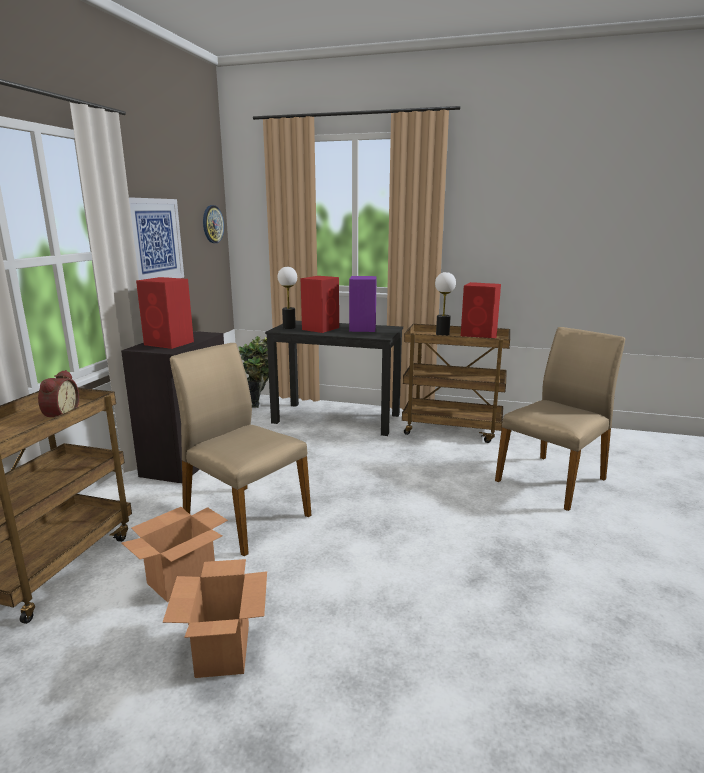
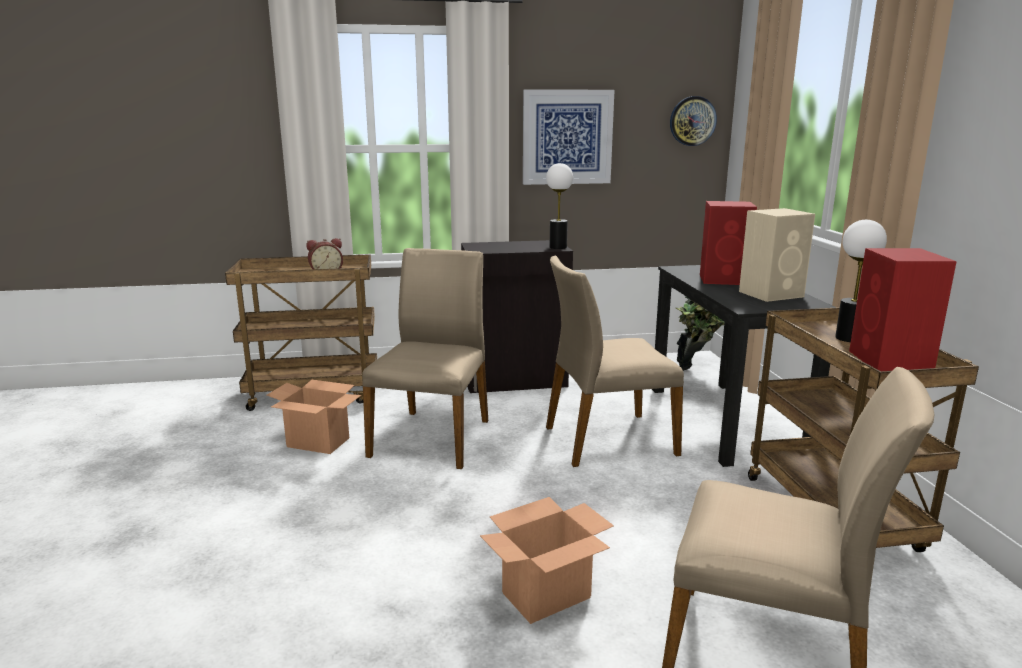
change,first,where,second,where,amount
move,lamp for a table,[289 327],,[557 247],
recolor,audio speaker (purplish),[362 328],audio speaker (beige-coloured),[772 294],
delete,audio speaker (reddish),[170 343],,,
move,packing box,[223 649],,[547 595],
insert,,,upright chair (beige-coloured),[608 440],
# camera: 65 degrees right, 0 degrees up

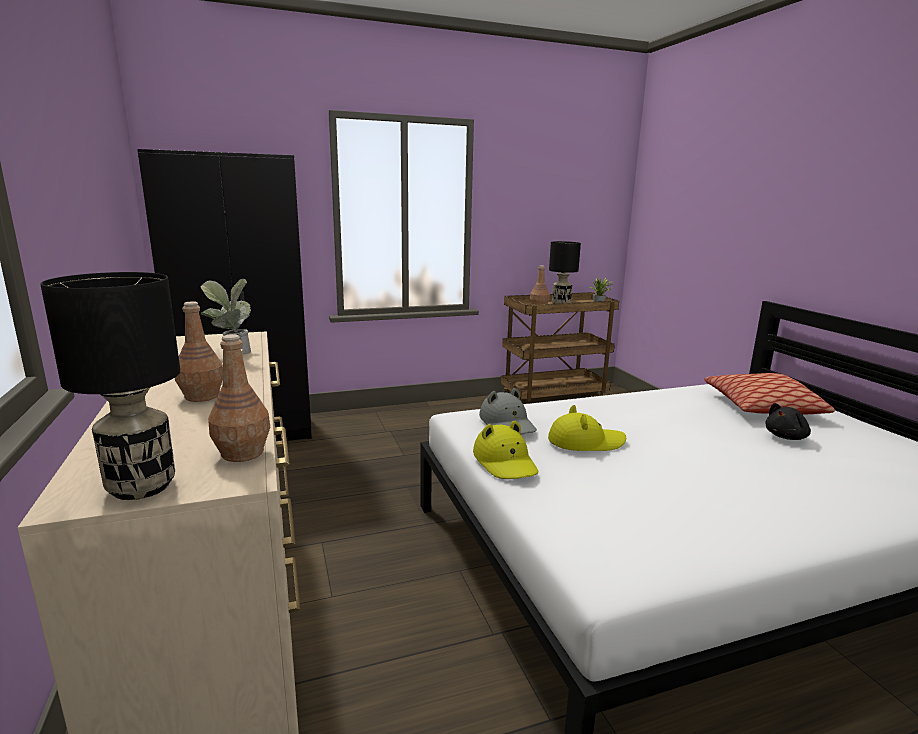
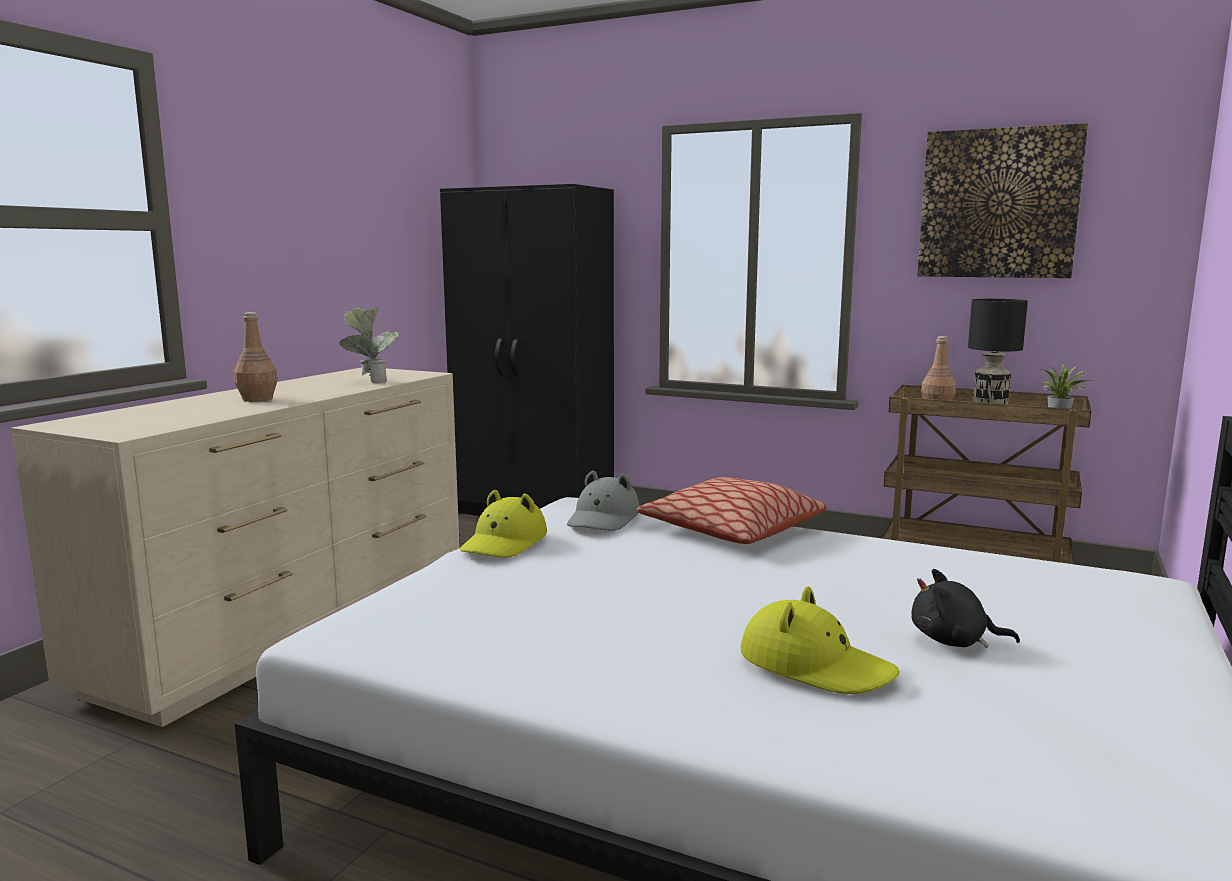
change,first,where,second,where,amount
delete,lamp for a table (black),[143 487],,,
delete,drink bottle (brown),[243 453],,,
move,pillow,[762 407],,[731 530],
move,clothing hat (yellowish),[585 442],,[815 665],
insert,,,picture,[998 204],
# camera: 45 degrees right, 5 degrees down

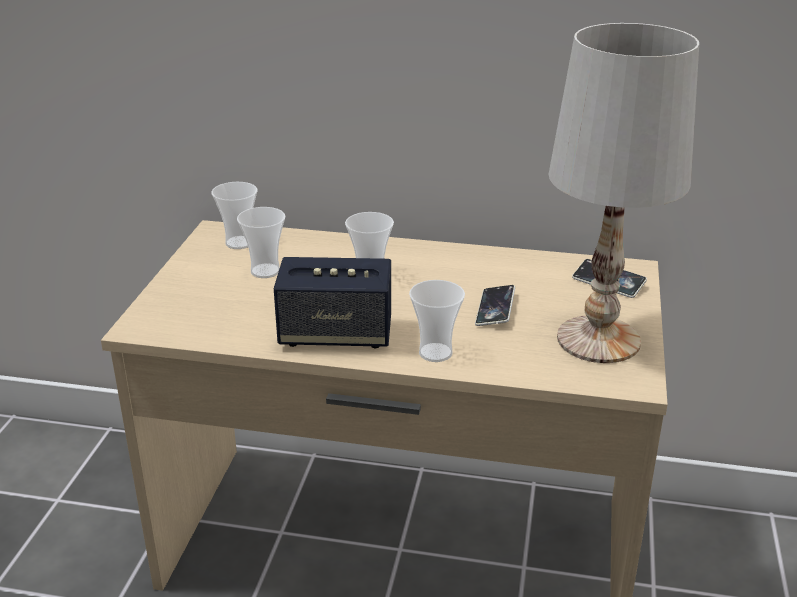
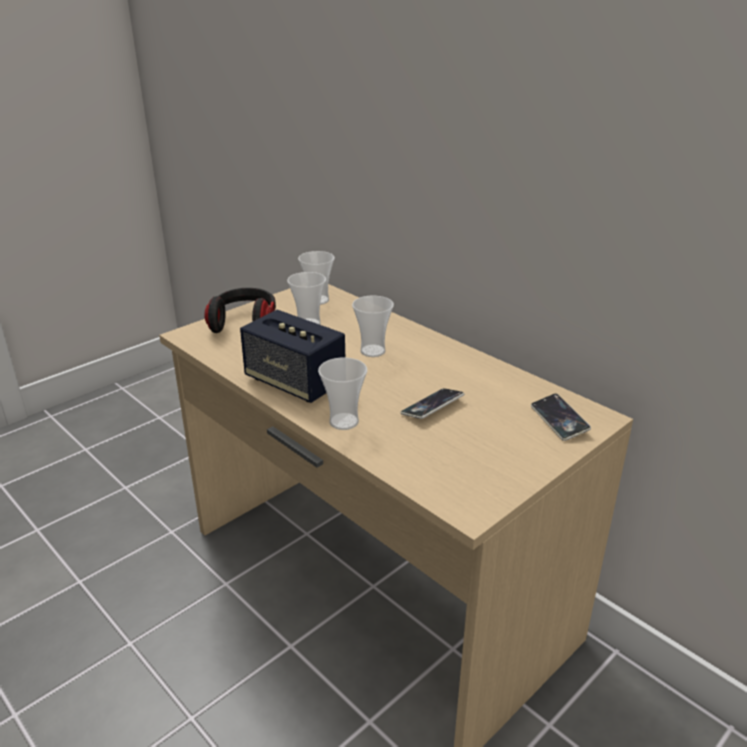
change,first,where,second,where,amount
delete,lamp for a table (white-coloured),[597 339],,,
insert,,,headset,[244 323],
# camera: 35 degrees right, 0 degrees up

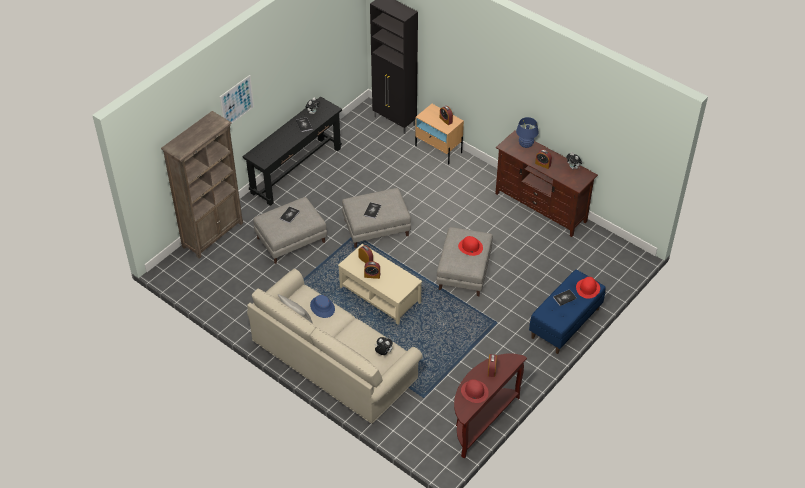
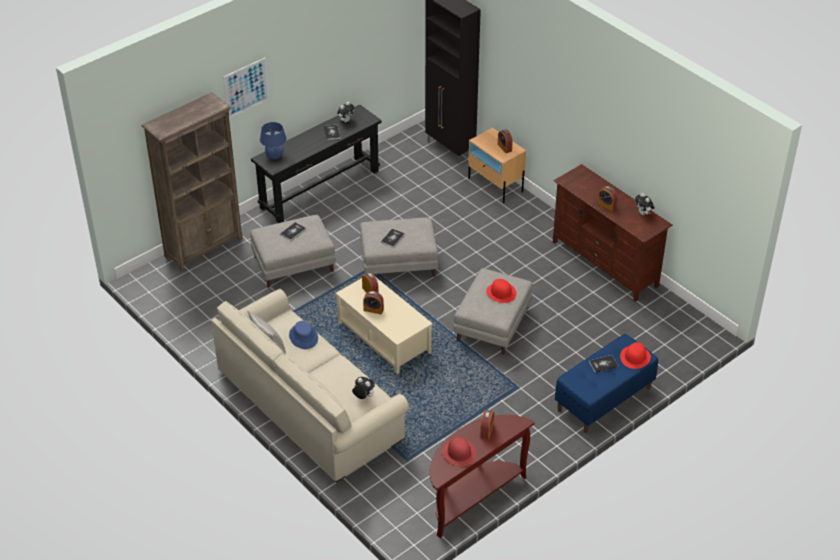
change,first,where,second,where,amount
move,lamp for a table (blue),[526 145],,[274 156],
# camera: 10 degrees right, 5 degrees down

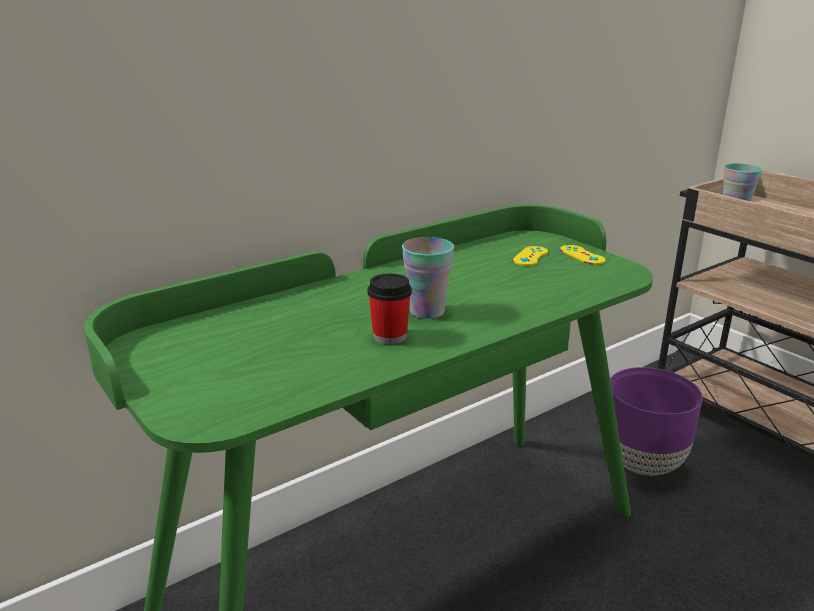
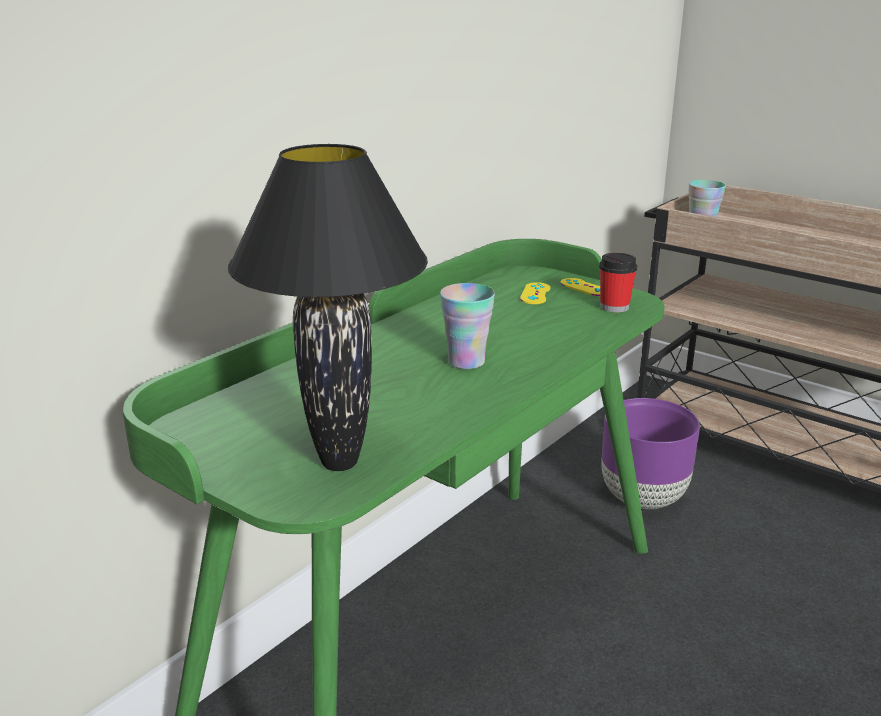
change,first,where,second,where,amount
move,small cup,[390 336],,[614 307],
insert,,,lamp for a table (black),[339 461],
# camera: 15 degrees left, 0 degrees up

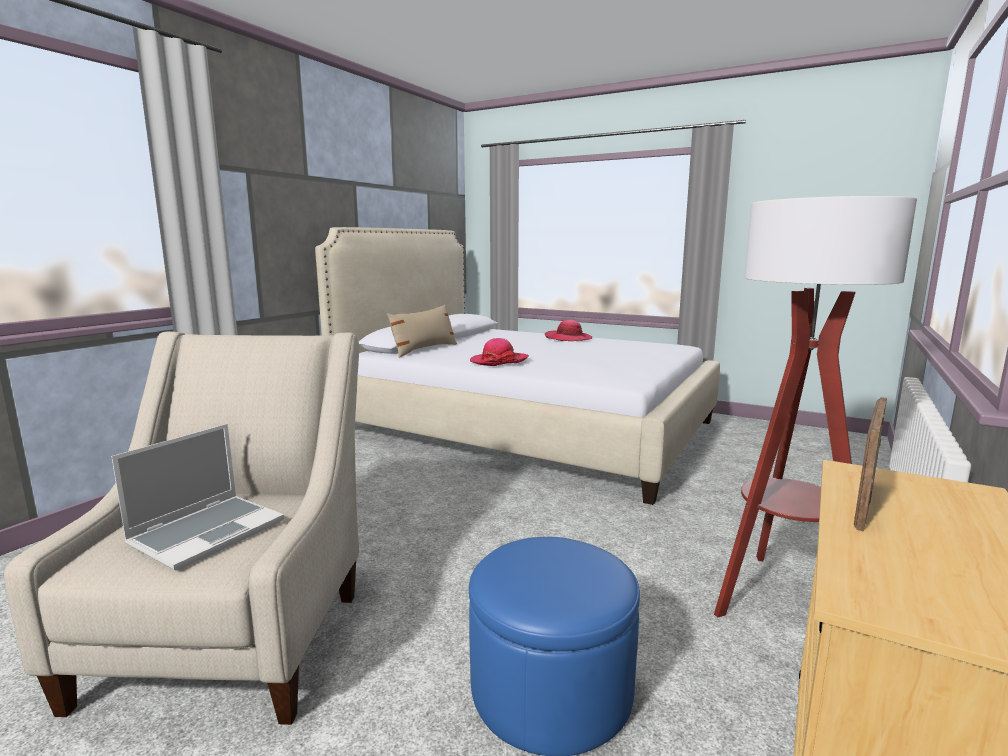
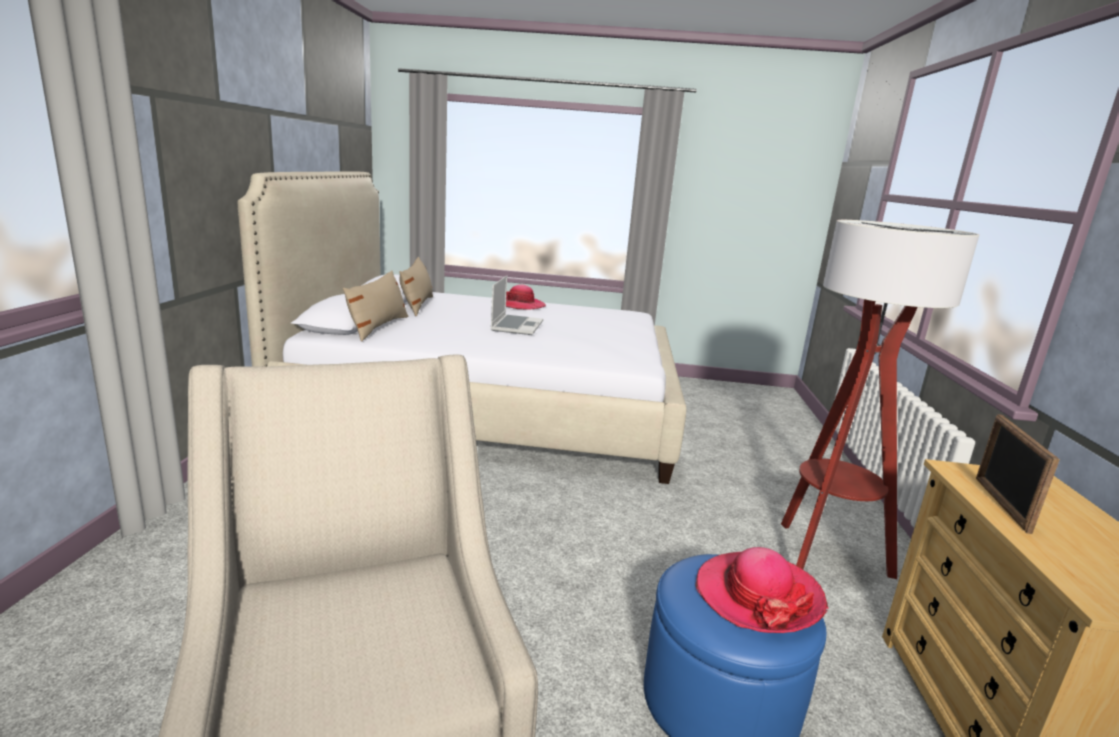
change,first,where,second,where,amount
move,clothing hat,[499 361],,[758 595],
move,laptop,[208 532],,[516 326],
insert,,,pillow (beige-coloured),[417 305],
# camera: 25 degrees left, 5 degrees up

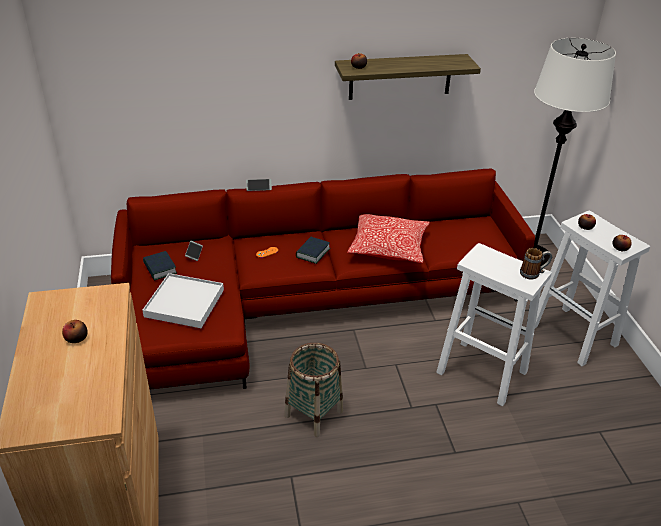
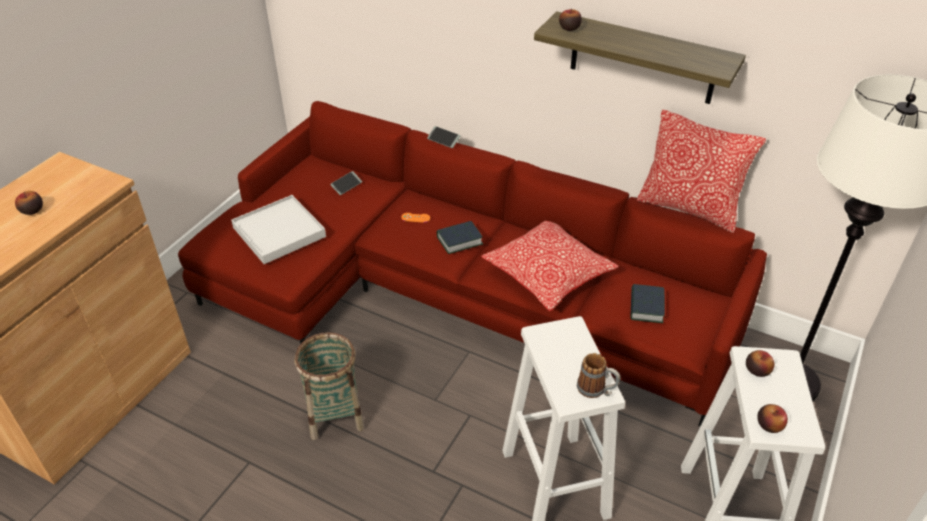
change,first,where,second,where,amount
move,volume,[160 269],,[646 307],
insert,,,pillow,[689 208],
# camera: 40 degrees right, 5 degrees up

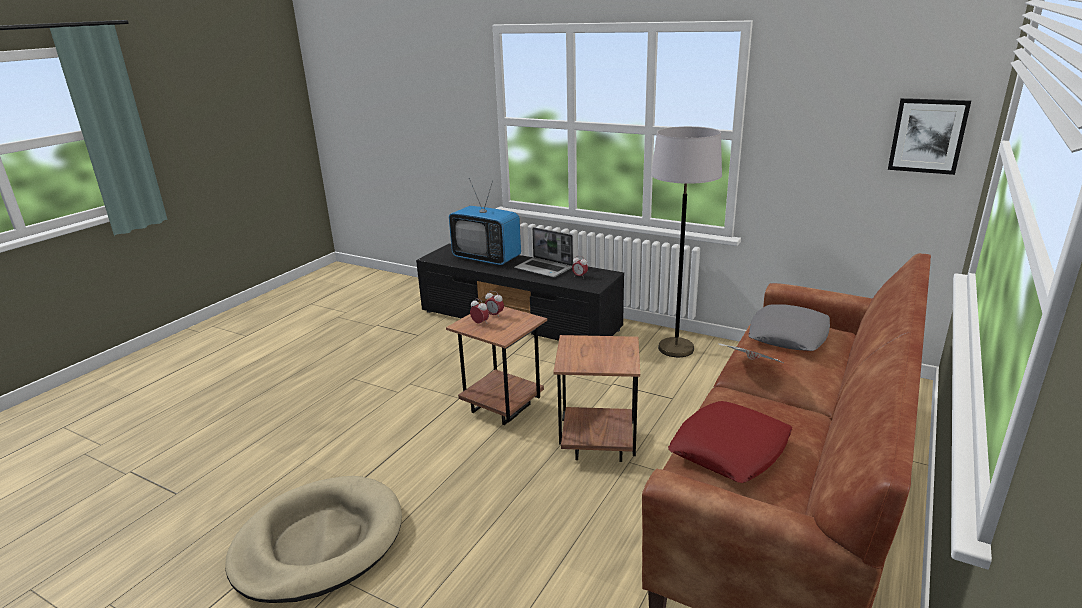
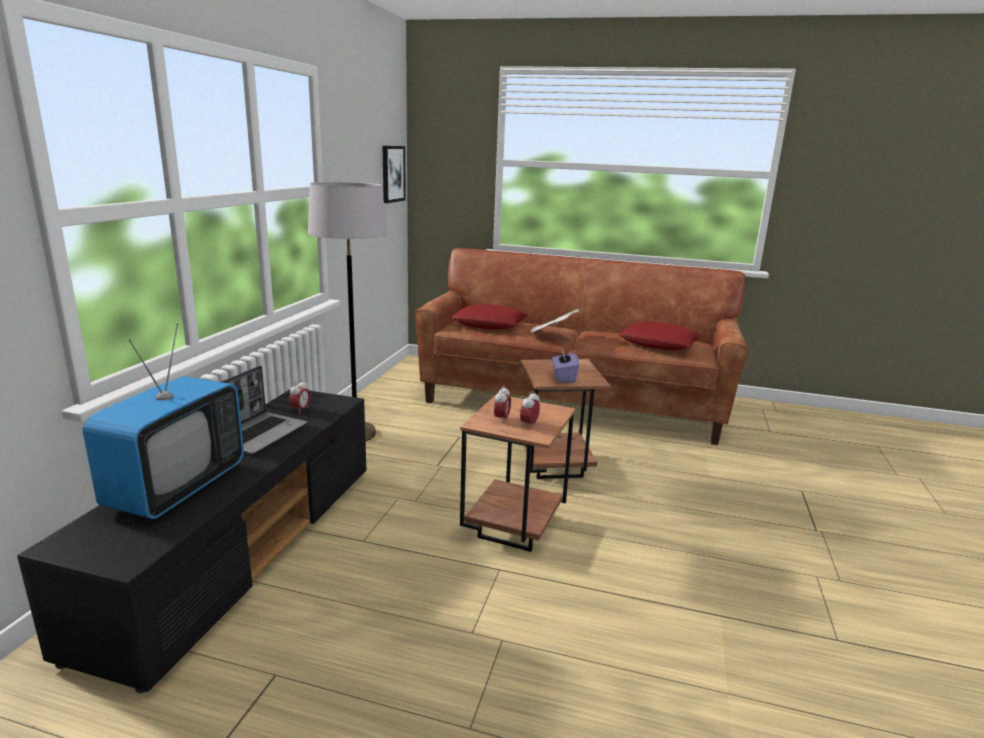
change,first,where,second,where,amount
recolor,pillow (grey),[788 335],pillow (reddish),[489 324],
delete,dog bed (beige-coloured),[318 542],,,
insert,,,tissue holder (purplish),[563 377],
# camera: 105 degrees left, 5 degrees down

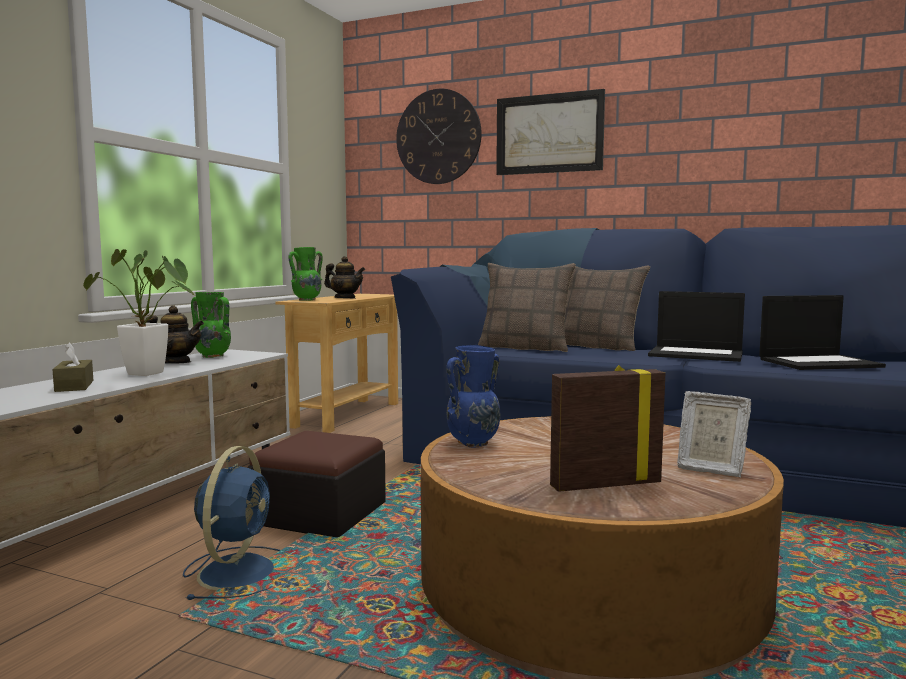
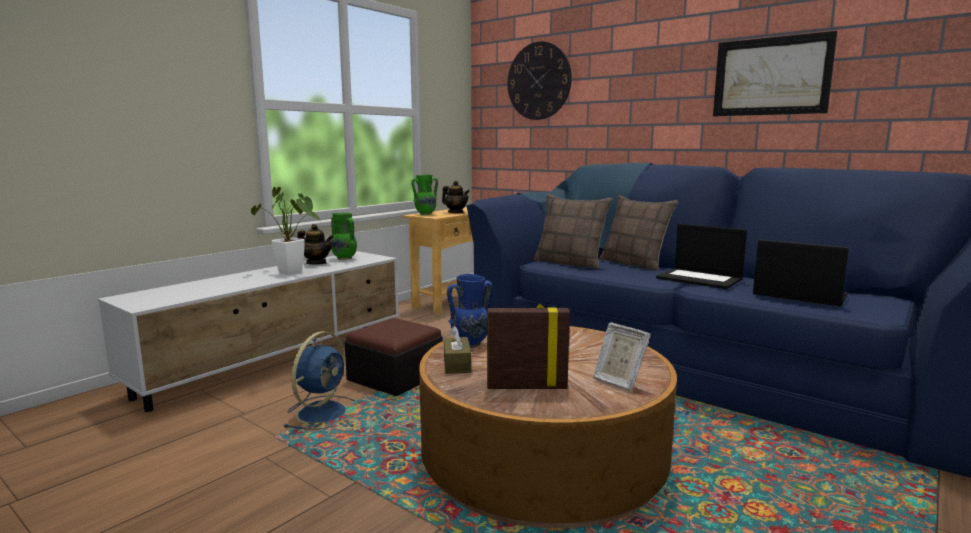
change,first,where,second,where,amount
move,picture,[549 134],,[771 76],
rotate,laptop,[819 363],,[798 295],150 degrees counterclockwise
move,tissue holder (brown),[74 386],,[457 364],
# camera: 15 degrees right, 5 degrees up

